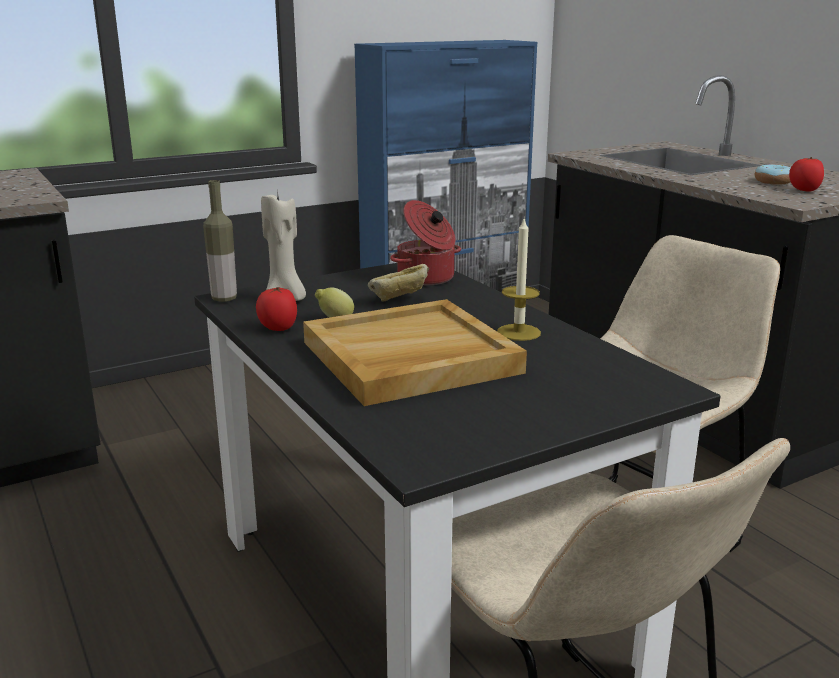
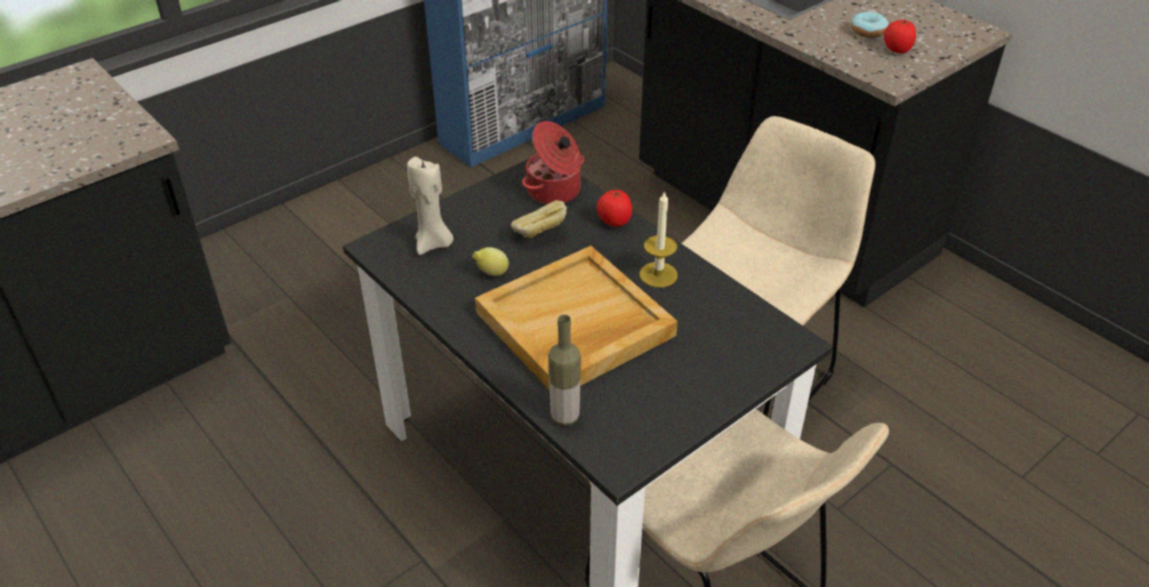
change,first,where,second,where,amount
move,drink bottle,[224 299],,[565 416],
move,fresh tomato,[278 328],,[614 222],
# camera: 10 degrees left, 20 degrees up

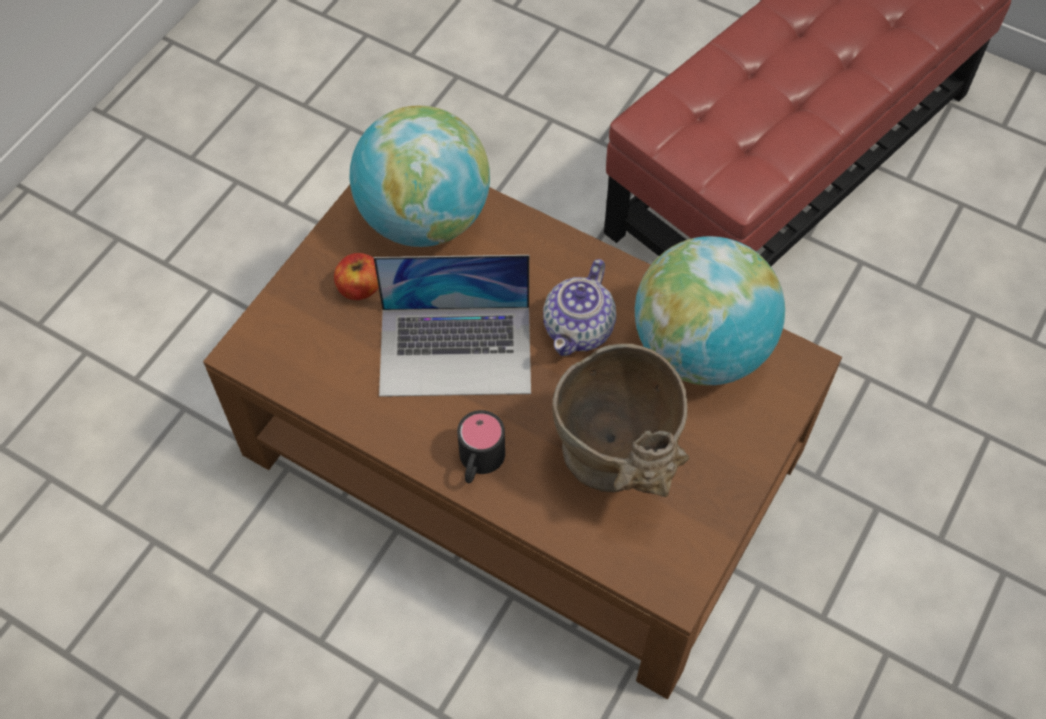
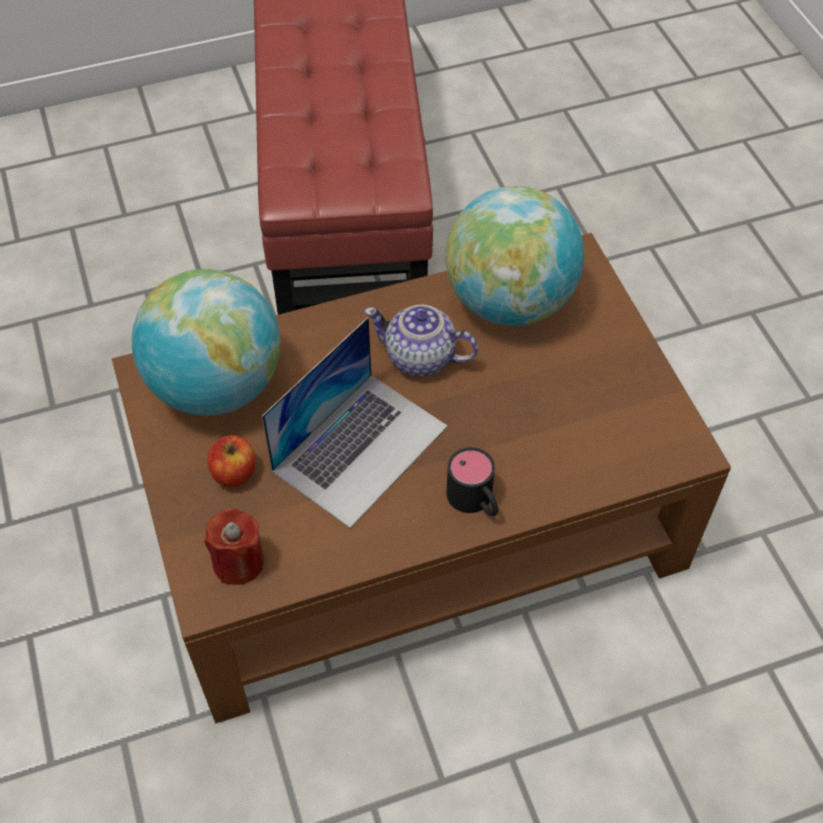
change,first,where,second,where,amount
rotate,tea pot,[579 328],,[421 358],135 degrees clockwise
delete,vase (beige-coloured),[617 465],,,
insert,,,wax light (reddish),[238 562],
# camera: 50 degrees left, 5 degrees down

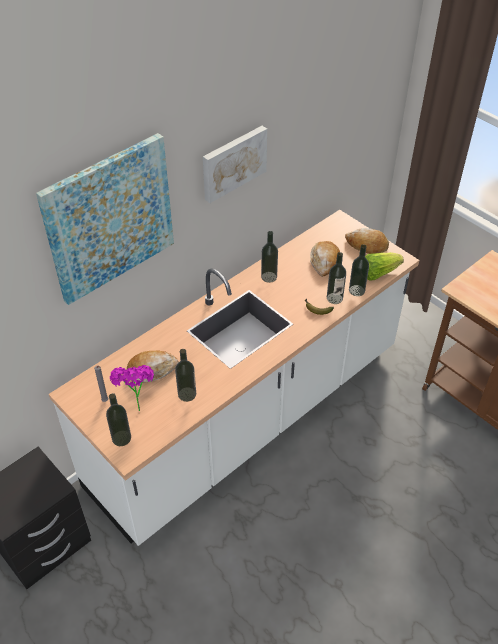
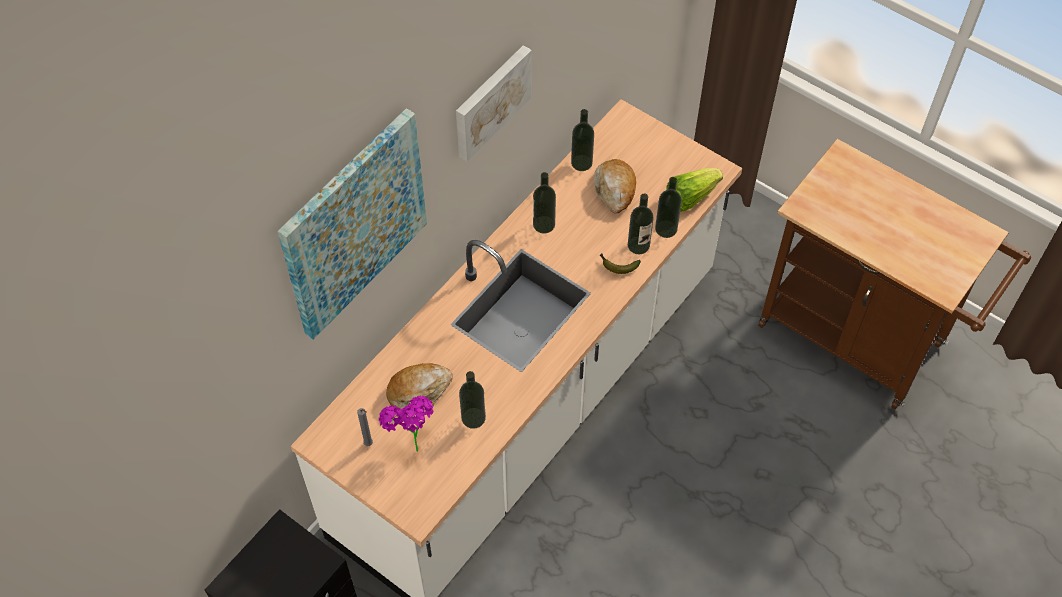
change,first,where,second,where,amount
delete,bread,[367 245],,,
move,drink bottle,[121 438],,[581 162],
# camera: 10 degrees left, 10 degrees up

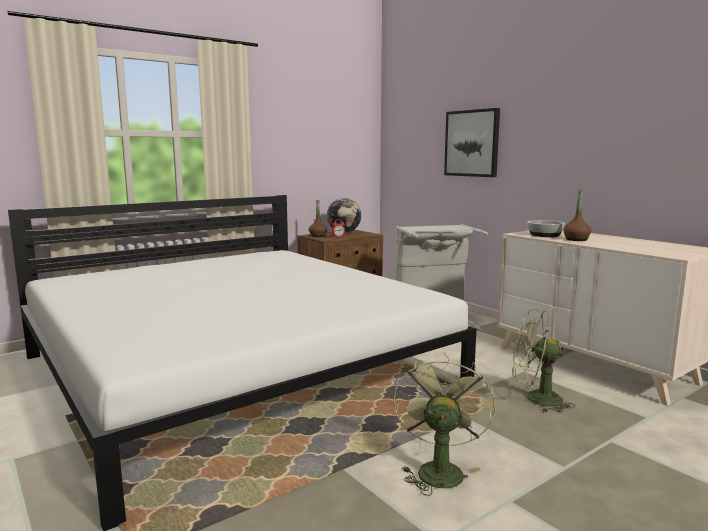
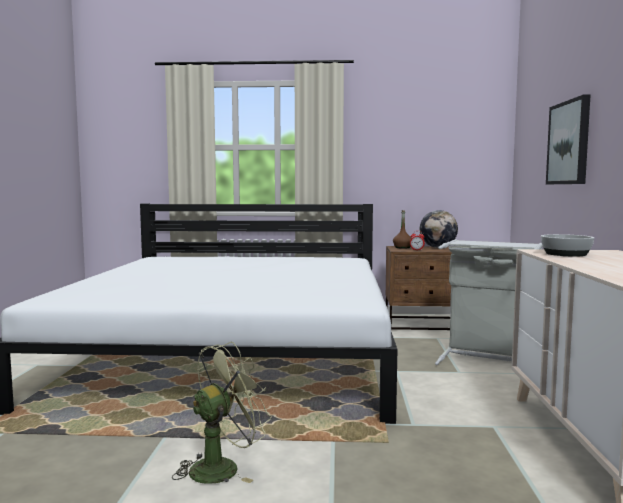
change,first,where,second,where,amount
delete,drink bottle (brown),[576 239],,,
delete,fan (greenish),[535 399],,,
# camera: 40 degrees right, 5 degrees down

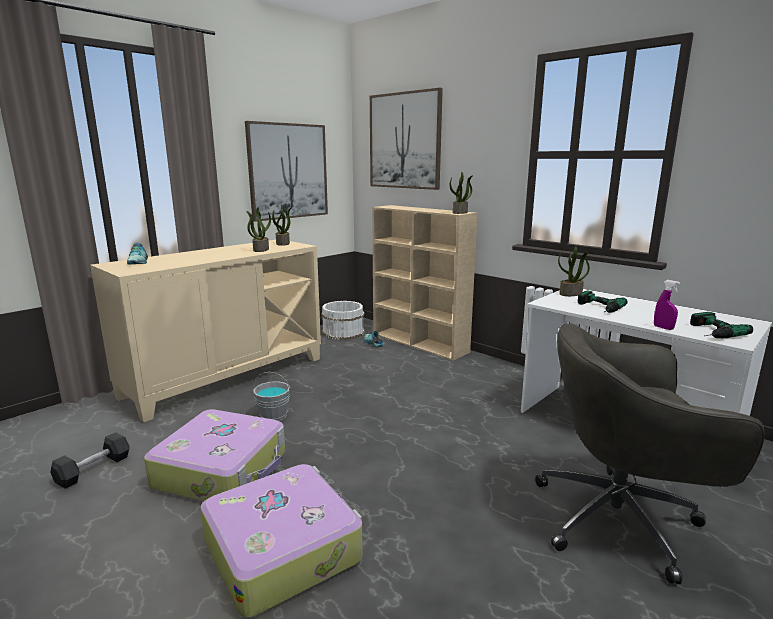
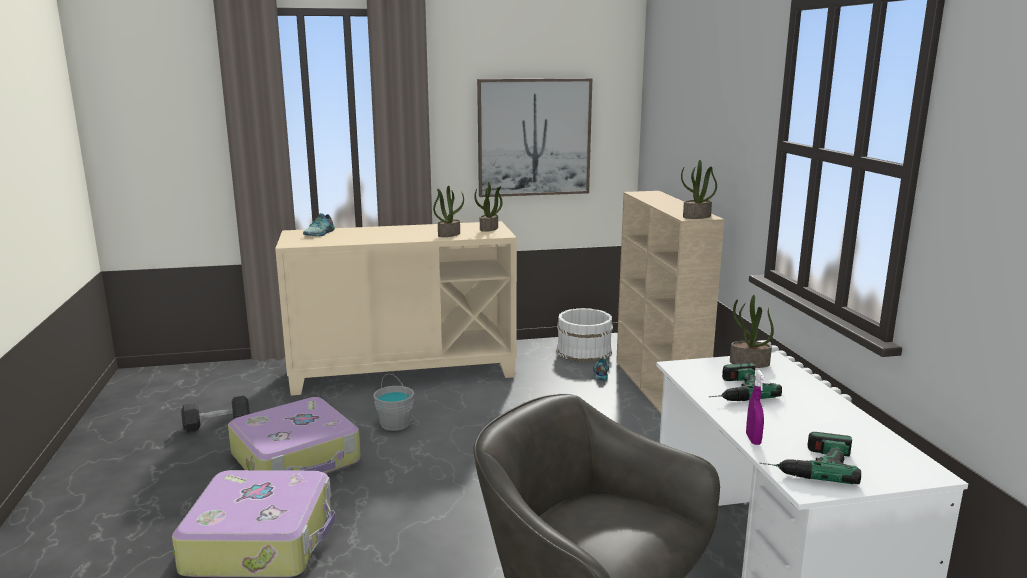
change,first,where,second,where,amount
delete,picture,[405 141],,,
# camera: 35 degrees right, 0 degrees up

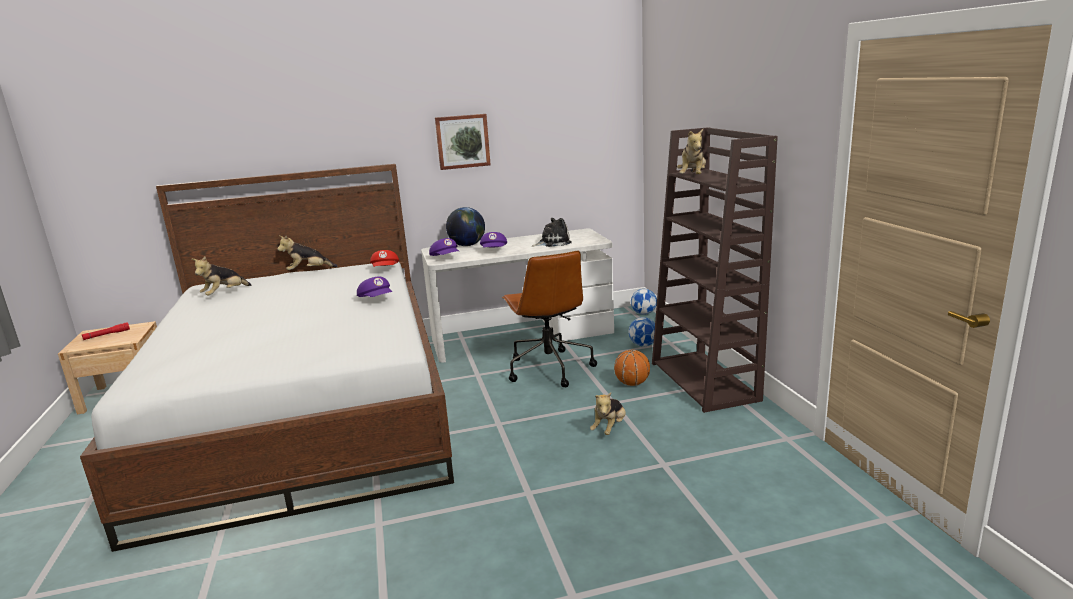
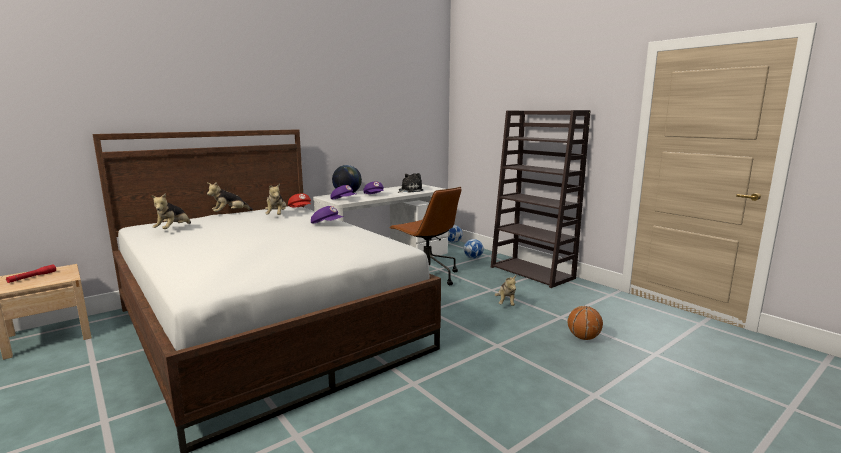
change,first,where,second,where,amount
delete,picture,[462 141],,,
move,soft toy,[692 177],,[277 216],
move,ball for basketball,[632 384],,[583 338],
# camera: 25 degrees left, 5 degrees down

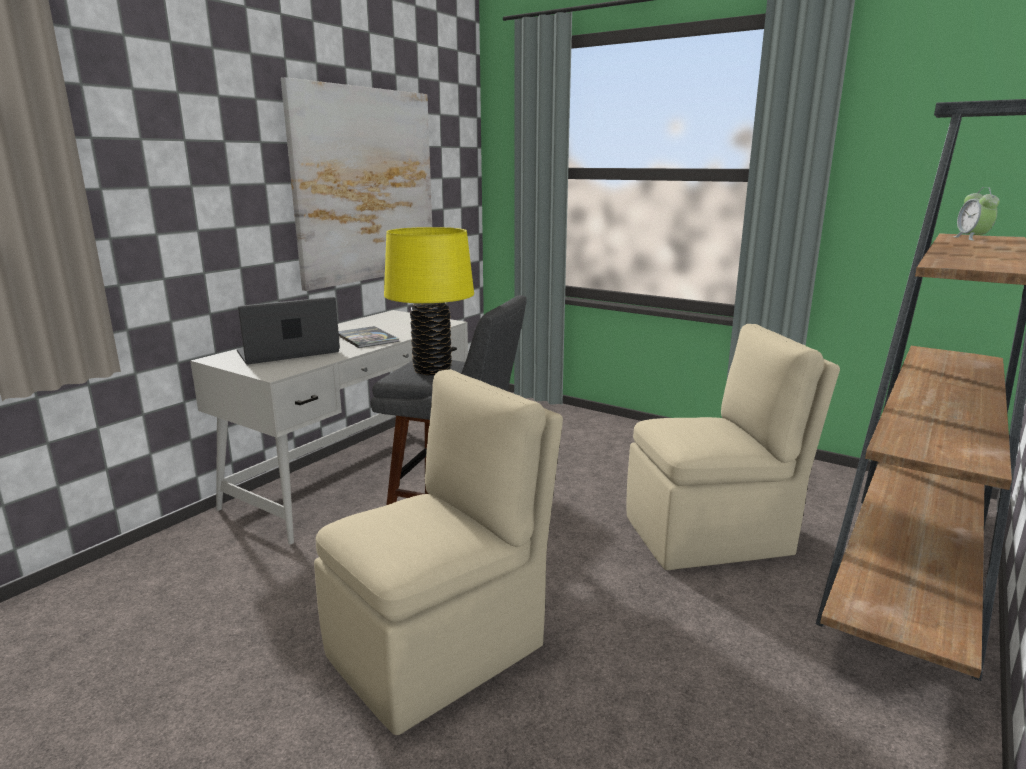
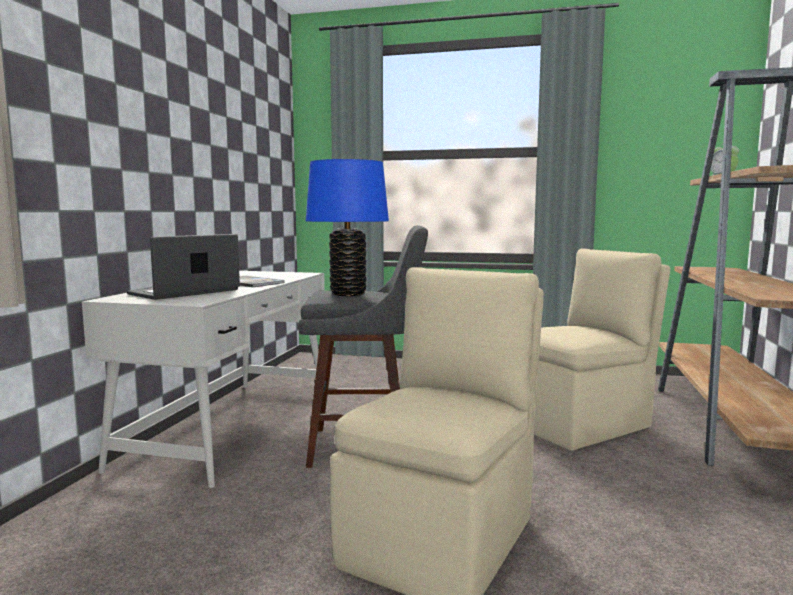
change,first,where,second,where,amount
delete,picture,[365 186],,,
recolor,lamp for a table (yellowish),[432 370],lamp for a table (blue),[348 294],
# camera: 20 degrees left, 10 degrees down

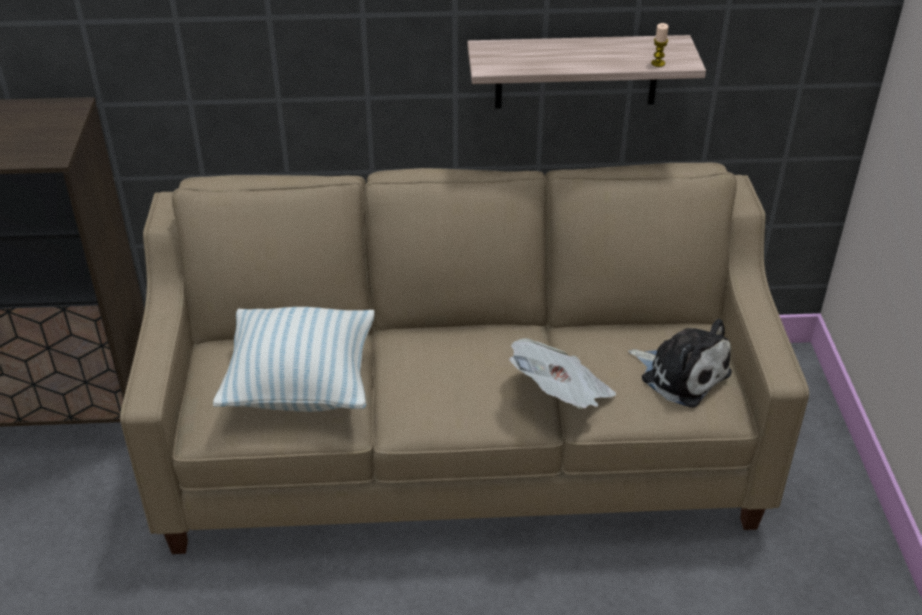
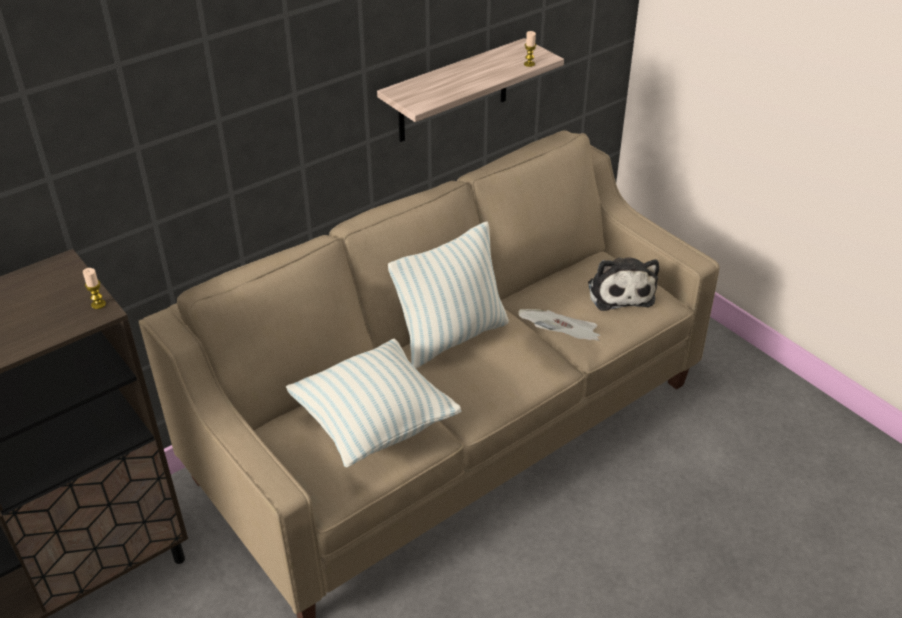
change,first,where,second,where,amount
rotate,soft toy,[681 374],,[620 291],75 degrees clockwise
insert,,,pillow,[452 337],
insert,,,wax light,[98 304],
# camera: 35 degrees left, 0 degrees up

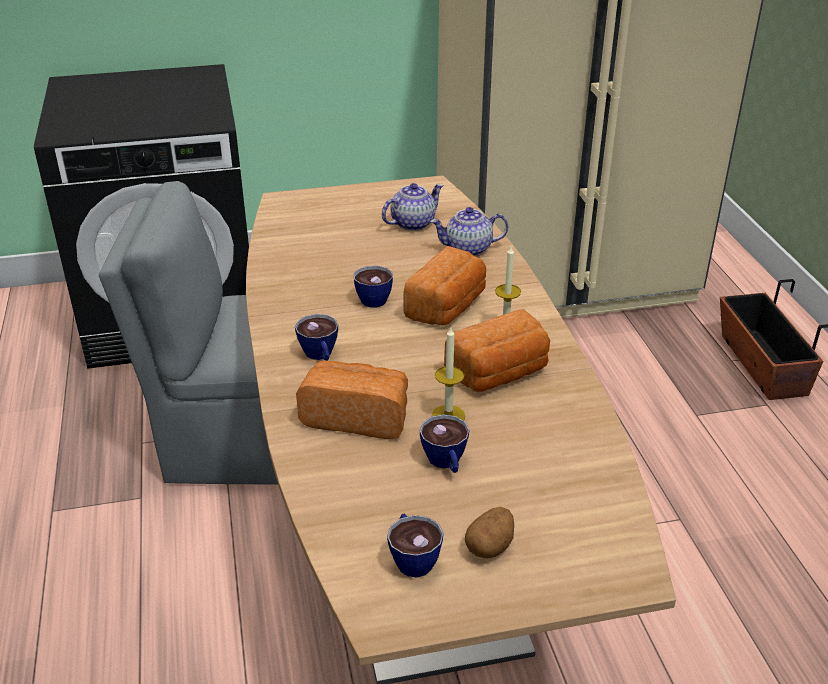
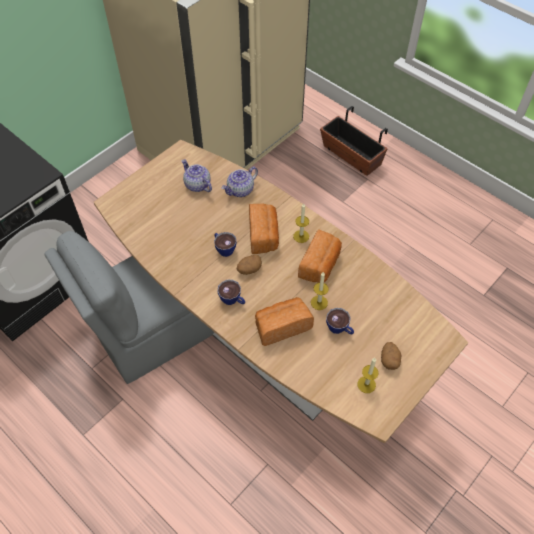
change,first,where,second,where,amount
rotate,tea pot,[413 223],,[197 185],60 degrees counterclockwise
replace,small cup,[412 557],wax light,[366 384],
insert,,,spud,[249 269],
# camera: 35 degrees left, 20 degrees up

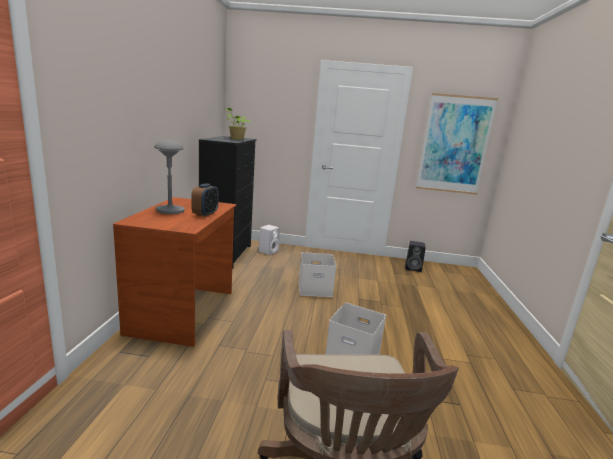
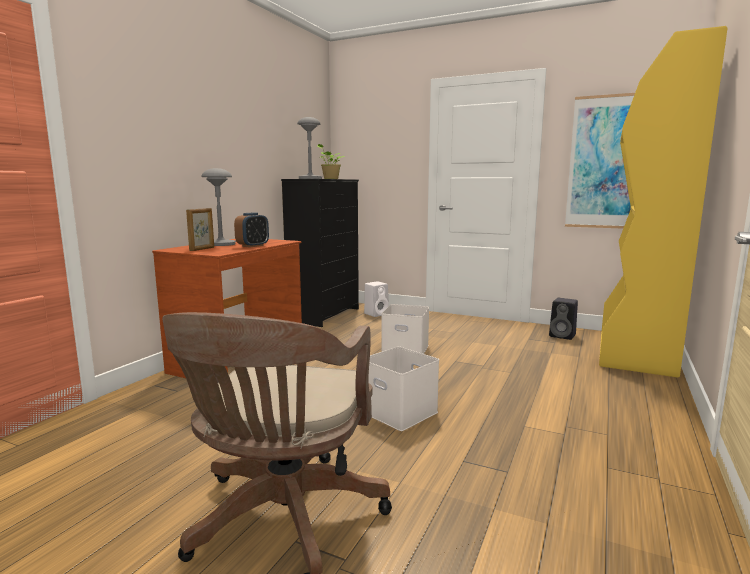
change,first,where,second,where,amount
insert,,,bookcase (yellowish),[636 354],
insert,,,lamp for a table (grey),[310 178],
insert,,,picture frame,[202 249],
# camera: 20 degrees right, 5 degrees down

